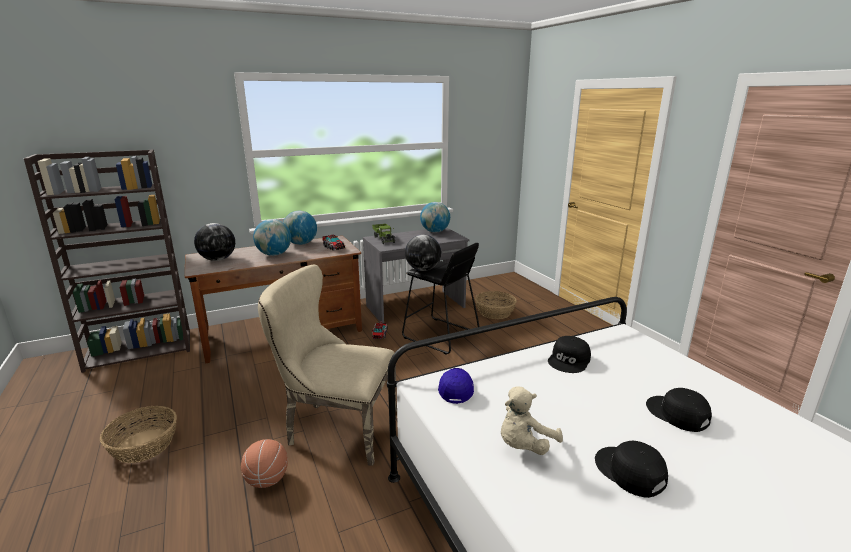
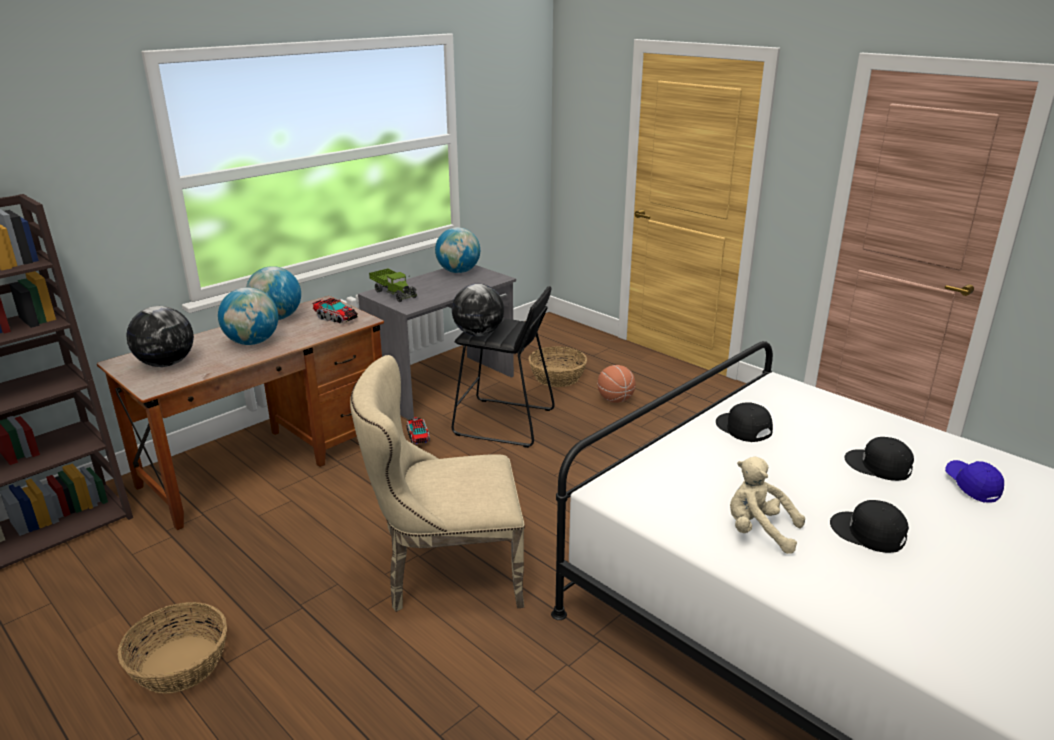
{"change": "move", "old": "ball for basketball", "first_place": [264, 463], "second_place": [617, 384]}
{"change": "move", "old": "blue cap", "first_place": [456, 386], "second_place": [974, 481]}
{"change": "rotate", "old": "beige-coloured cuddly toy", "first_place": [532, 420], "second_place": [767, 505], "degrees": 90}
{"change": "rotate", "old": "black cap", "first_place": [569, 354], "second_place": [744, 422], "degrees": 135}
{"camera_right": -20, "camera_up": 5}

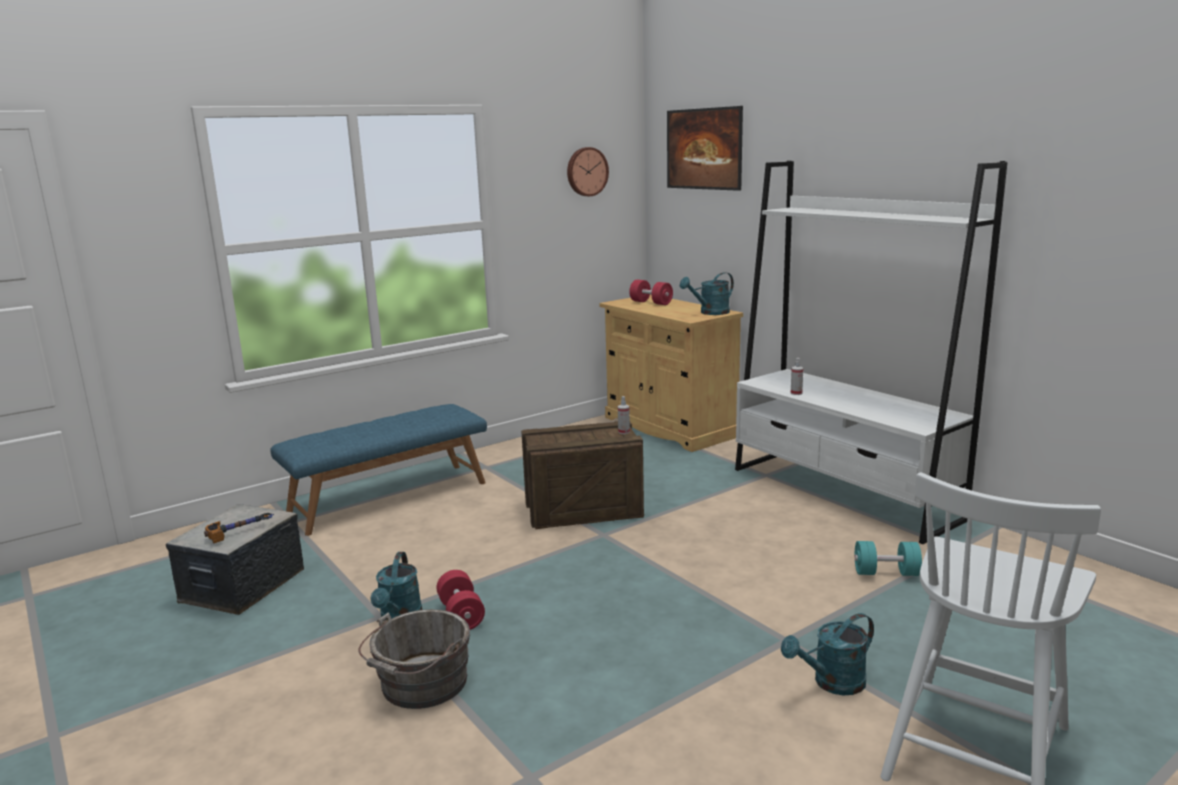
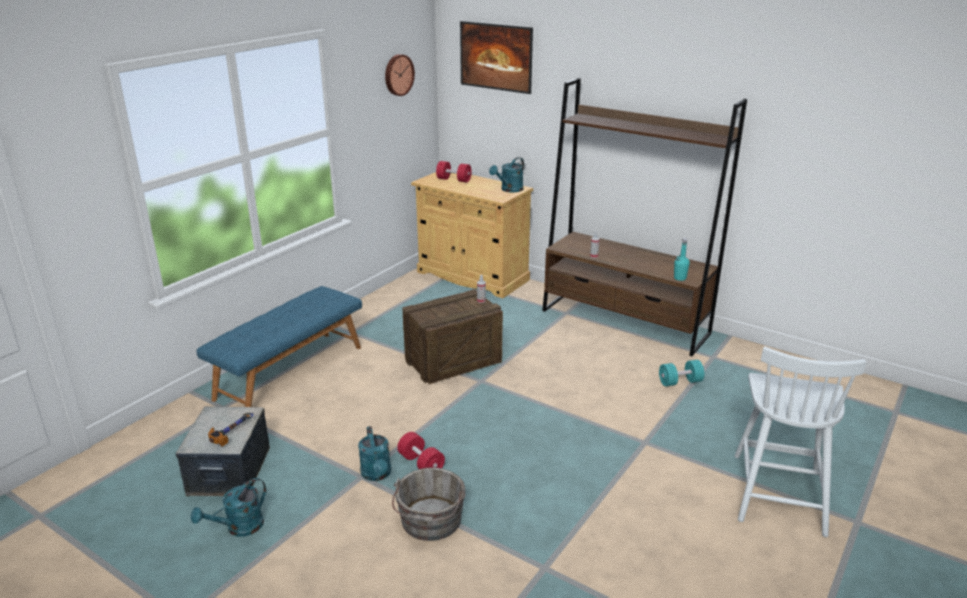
{"change": "insert", "new": "blue-green bottle", "second_place": [682, 259]}
{"change": "move", "old": "blue-green sprinkling can", "first_place": [827, 654], "second_place": [228, 507]}
{"change": "recolor", "old": "white shelving unit", "new": "brown shelving unit", "first_place": [871, 352], "second_place": [644, 217]}
{"camera_right": -20, "camera_up": 10}

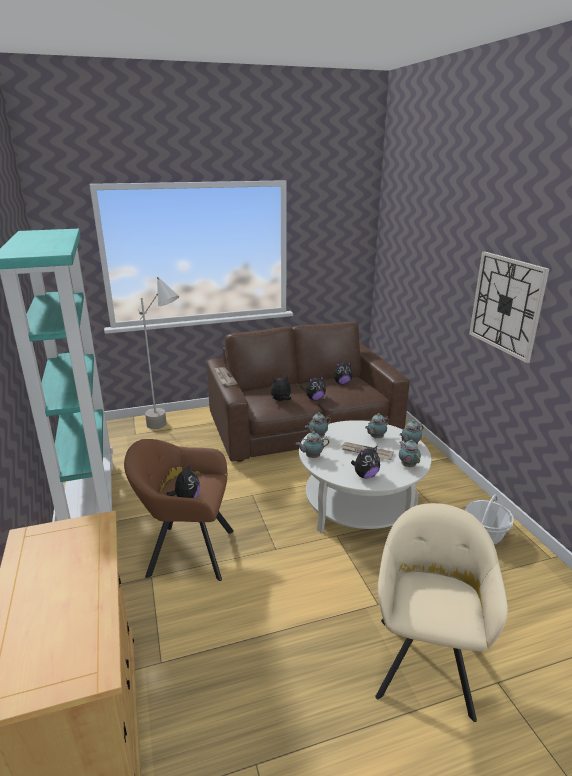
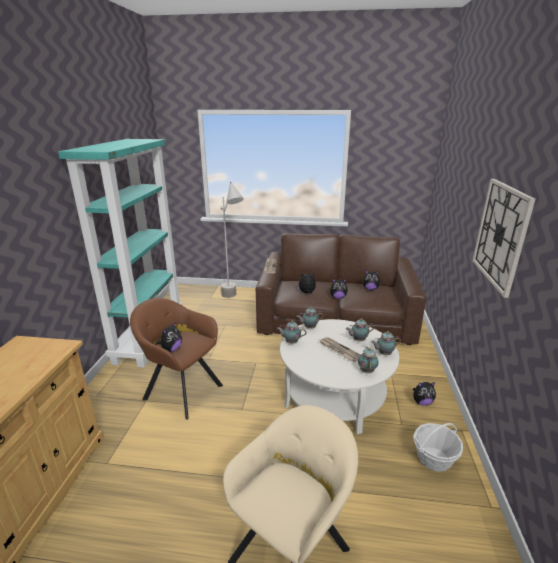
{"change": "move", "old": "cuddly toy", "first_place": [365, 462], "second_place": [424, 394]}
{"camera_right": 25, "camera_up": 0}

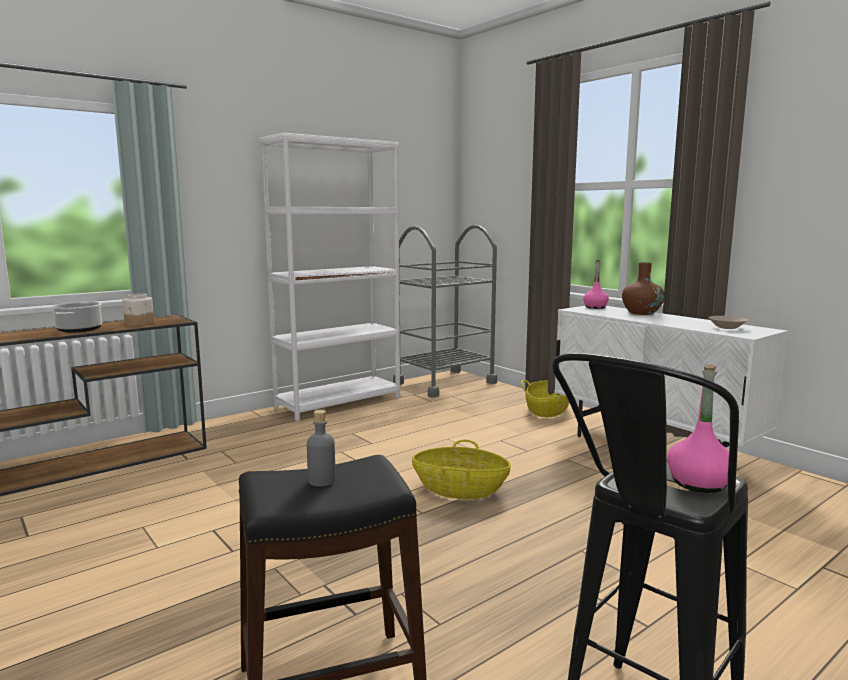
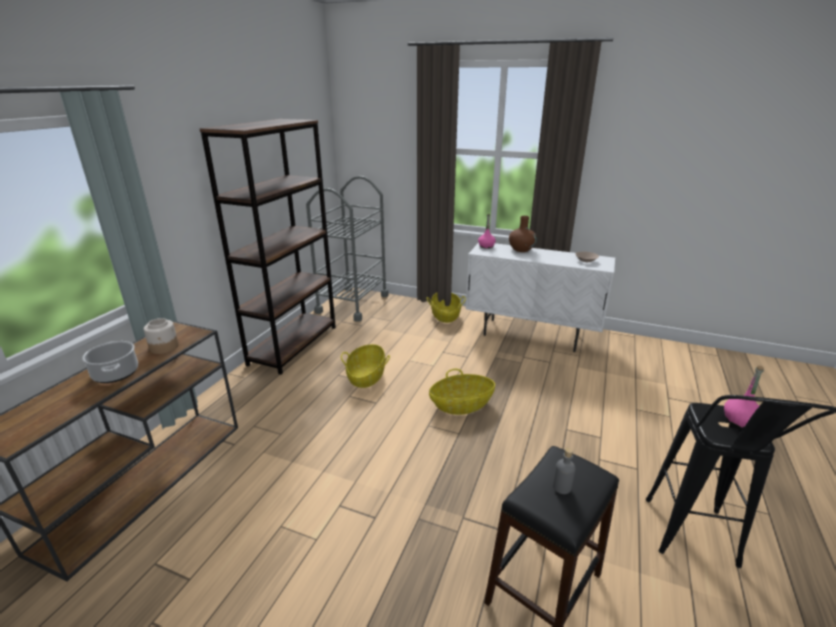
{"change": "insert", "new": "storage basket", "second_place": [365, 366]}
{"change": "recolor", "old": "white shelving unit", "new": "brown shelving unit", "first_place": [329, 277], "second_place": [268, 247]}
{"camera_right": -30, "camera_up": 15}

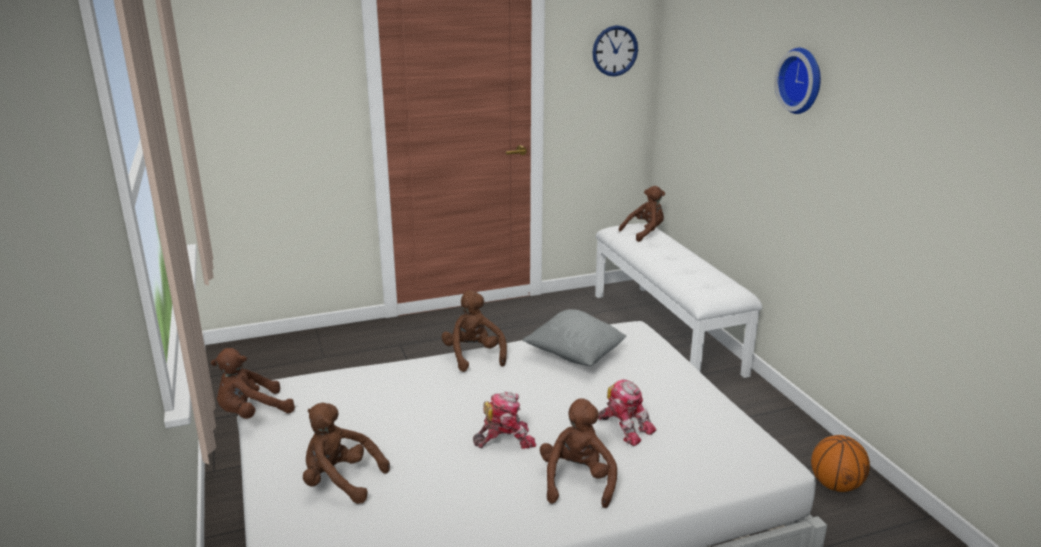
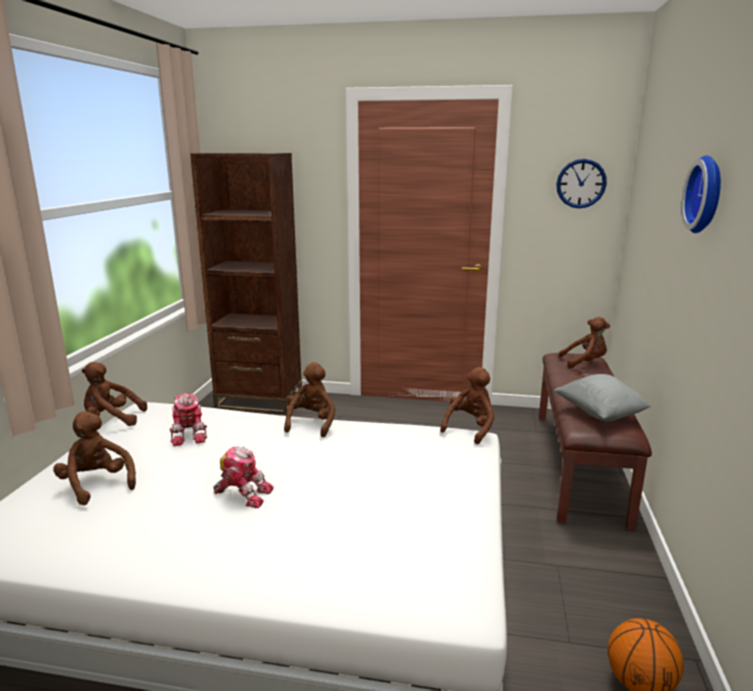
{"change": "insert", "new": "brown shelving unit", "second_place": [246, 283]}
{"change": "move", "old": "grey pillow", "first_place": [575, 337], "second_place": [603, 397]}
{"change": "move", "old": "brown cuddly toy", "first_place": [578, 453], "second_place": [467, 405]}
{"change": "move", "old": "model robot", "first_place": [627, 412], "second_place": [188, 419]}
{"change": "recolor", "old": "white long seat", "new": "brown long seat", "first_place": [679, 300], "second_place": [595, 441]}
{"camera_right": 30, "camera_up": -5}

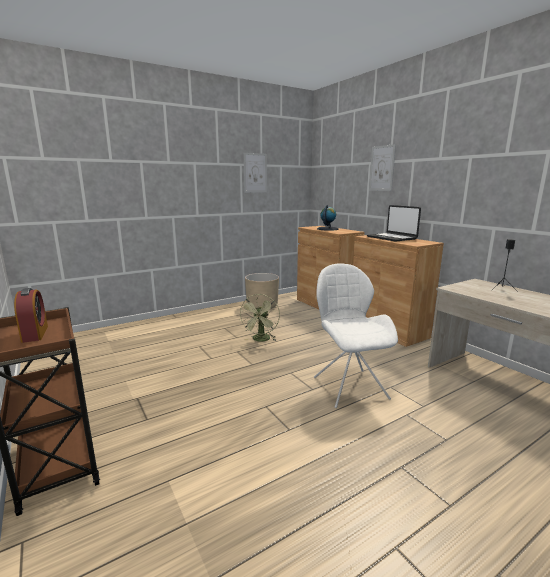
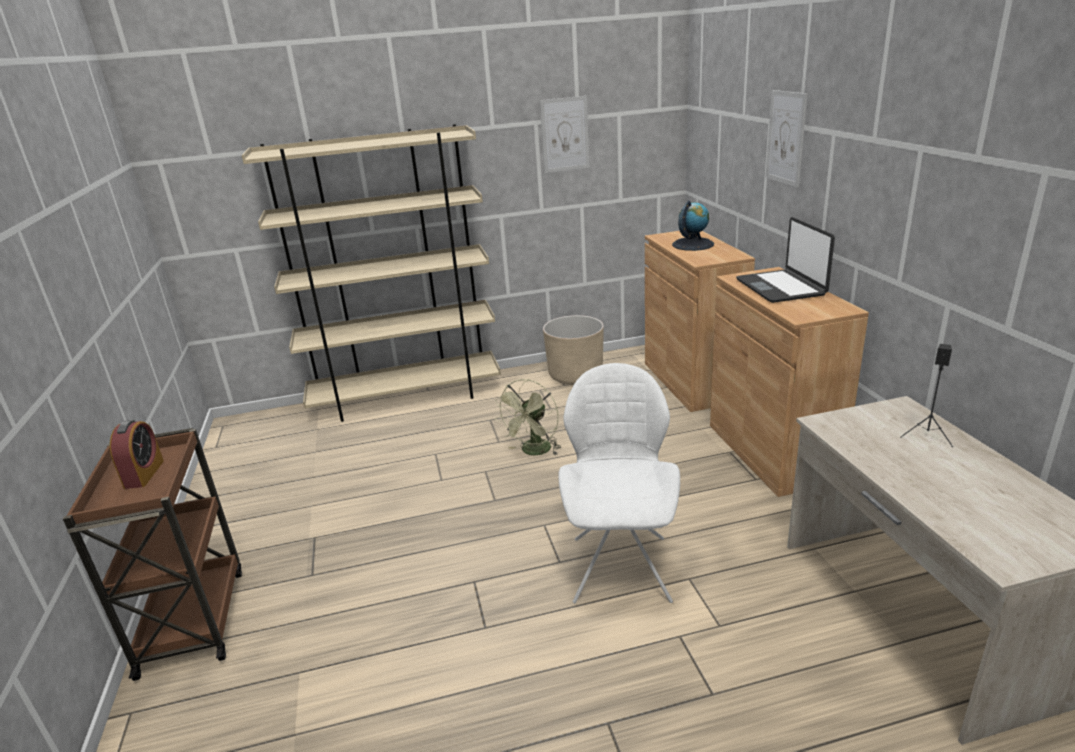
{"change": "insert", "new": "beige-coloured shelving unit", "second_place": [371, 273]}
{"camera_right": 20, "camera_up": 10}

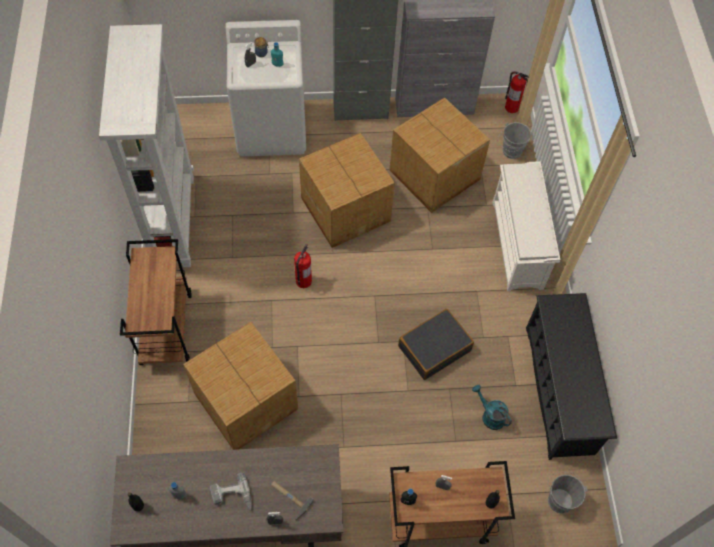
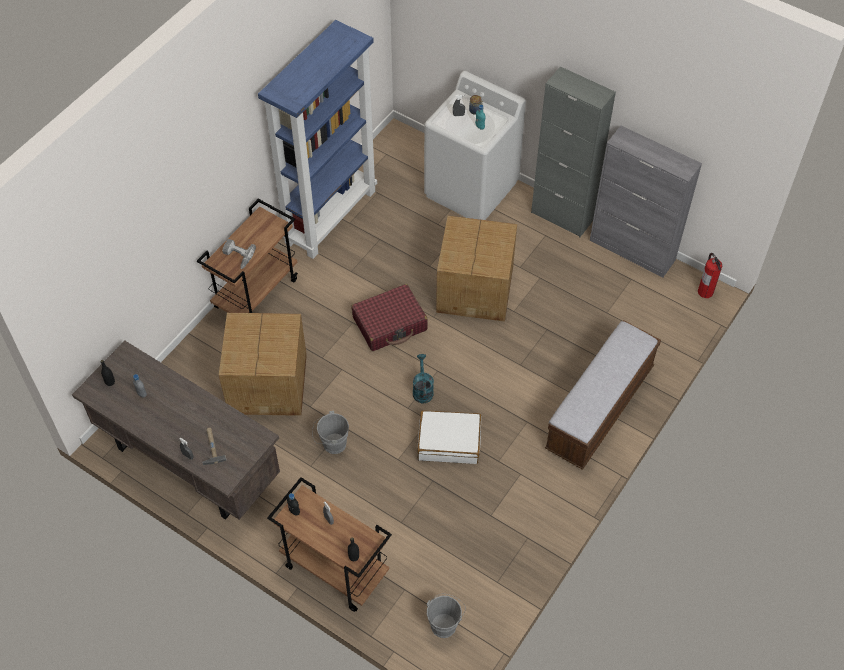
{"change": "delete", "old": "packing box", "first_place": [439, 155]}
{"change": "delete", "old": "black shoe shelf", "first_place": [571, 376]}
{"change": "move", "old": "drill", "first_place": [230, 491], "second_place": [239, 254]}
{"change": "move", "old": "blue-green sprinkling can", "first_place": [492, 407], "second_place": [423, 378]}
{"change": "move", "old": "grey pail", "first_place": [514, 140], "second_place": [330, 432]}
{"change": "replace", "old": "fire-fighting cylinder", "new": "reddish piece of luggage", "first_place": [303, 266], "second_place": [389, 317]}
{"change": "replace", "old": "white shoe shelf", "new": "long seat", "first_place": [526, 226], "second_place": [603, 395]}
{"change": "recolor", "old": "white shelving unit", "new": "blue shelving unit", "first_place": [146, 145], "second_place": [317, 139]}
{"change": "recolor", "old": "black piece of luggage", "new": "white piece of luggage", "first_place": [436, 344], "second_place": [449, 437]}
{"camera_right": 40, "camera_up": -5}

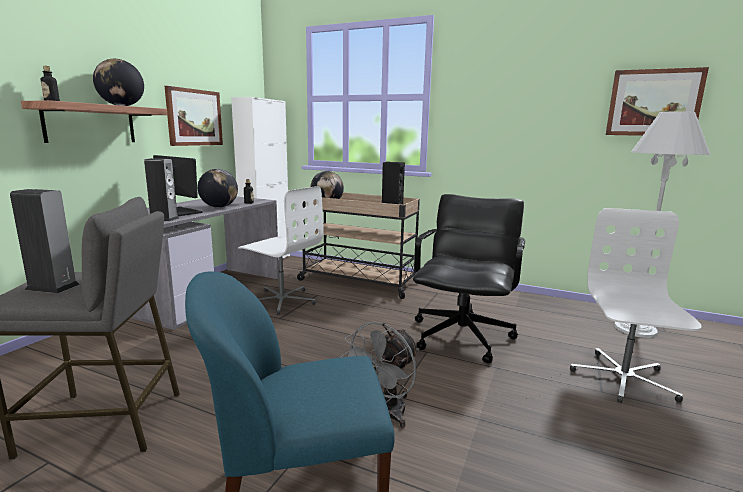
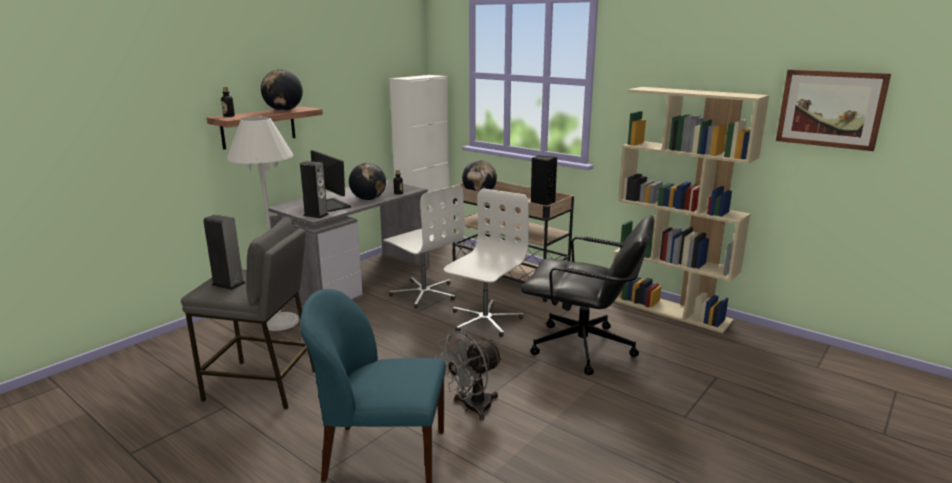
{"change": "delete", "old": "wall picture", "first_place": [194, 116]}
{"change": "insert", "new": "beige-coloured shelving unit", "second_place": [691, 210]}
{"change": "move", "old": "white desk chair", "first_place": [636, 305], "second_place": [486, 262]}
{"change": "move", "old": "white standing lamp", "first_place": [662, 224], "second_place": [262, 224]}
{"change": "rotate", "old": "black desk chair", "first_place": [469, 278], "second_place": [587, 295], "degrees": 75}
{"camera_right": 15, "camera_up": 5}

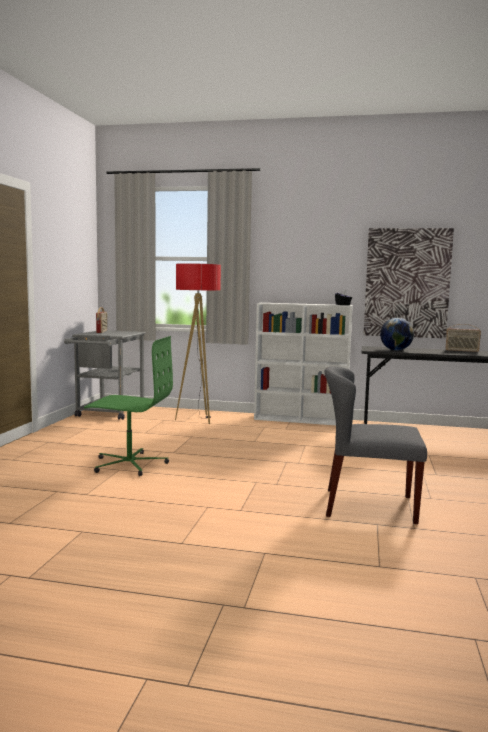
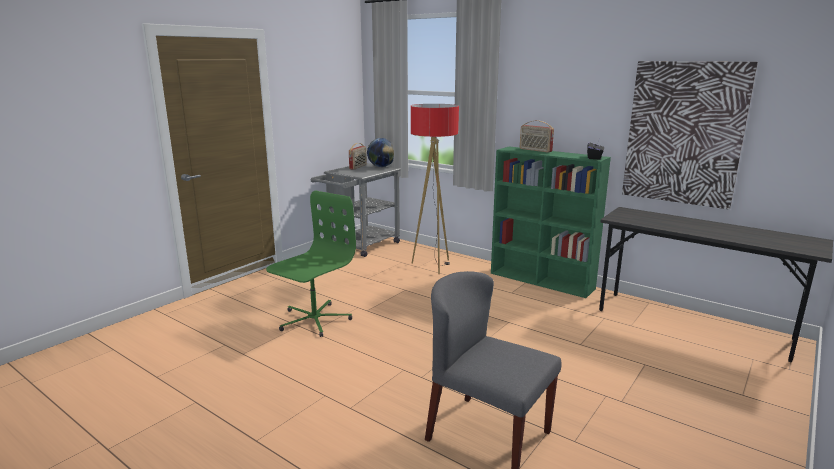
{"change": "move", "old": "world globe", "first_place": [397, 334], "second_place": [380, 152]}
{"change": "move", "old": "radio receiver", "first_place": [463, 338], "second_place": [537, 136]}
{"change": "recolor", "old": "white shelving unit", "new": "greenish shelving unit", "first_place": [303, 364], "second_place": [551, 222]}
{"change": "rotate", "old": "greenish desk chair", "first_place": [128, 406], "second_place": [311, 263], "degrees": -90}
{"camera_right": 25, "camera_up": 10}

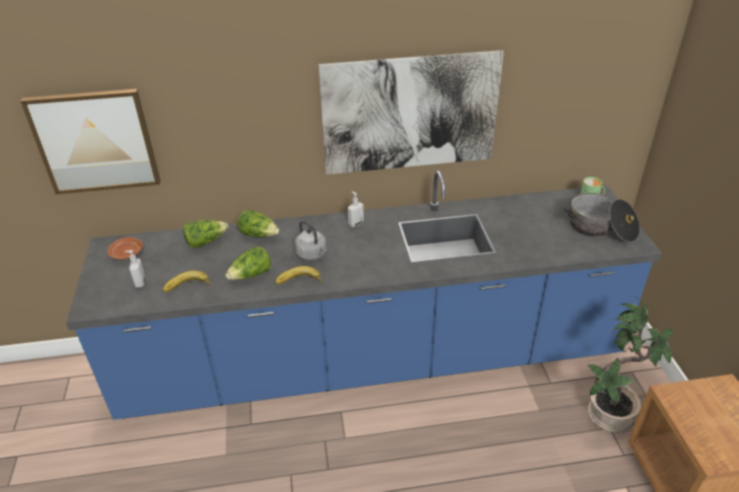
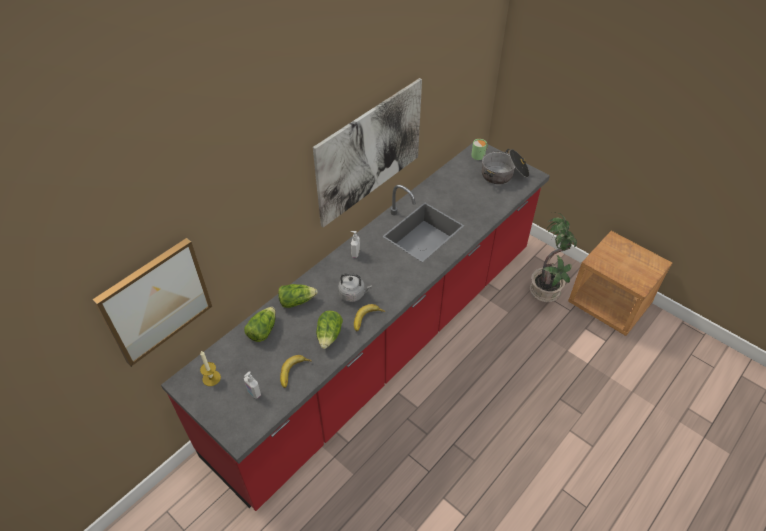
{"change": "replace", "old": "brown dinner plate", "new": "wax light", "first_place": [125, 248], "second_place": [210, 368]}
{"change": "recolor", "old": "blue counter", "new": "reddish counter", "first_place": [364, 295], "second_place": [355, 327]}
{"camera_right": -40, "camera_up": 10}

